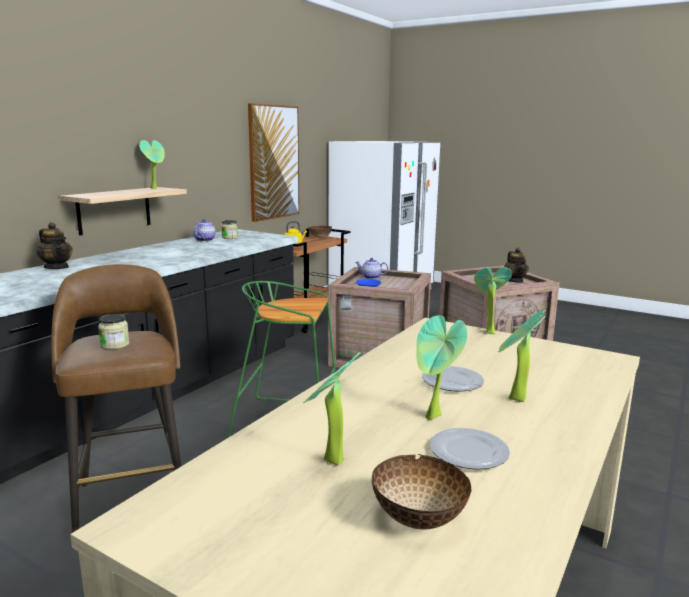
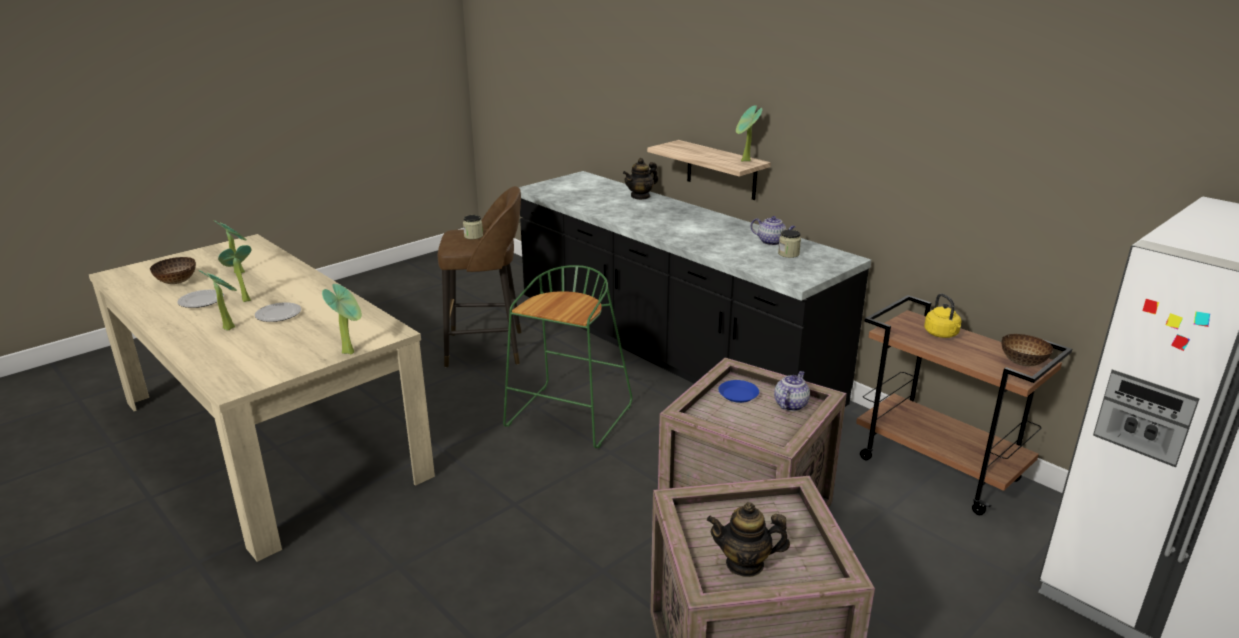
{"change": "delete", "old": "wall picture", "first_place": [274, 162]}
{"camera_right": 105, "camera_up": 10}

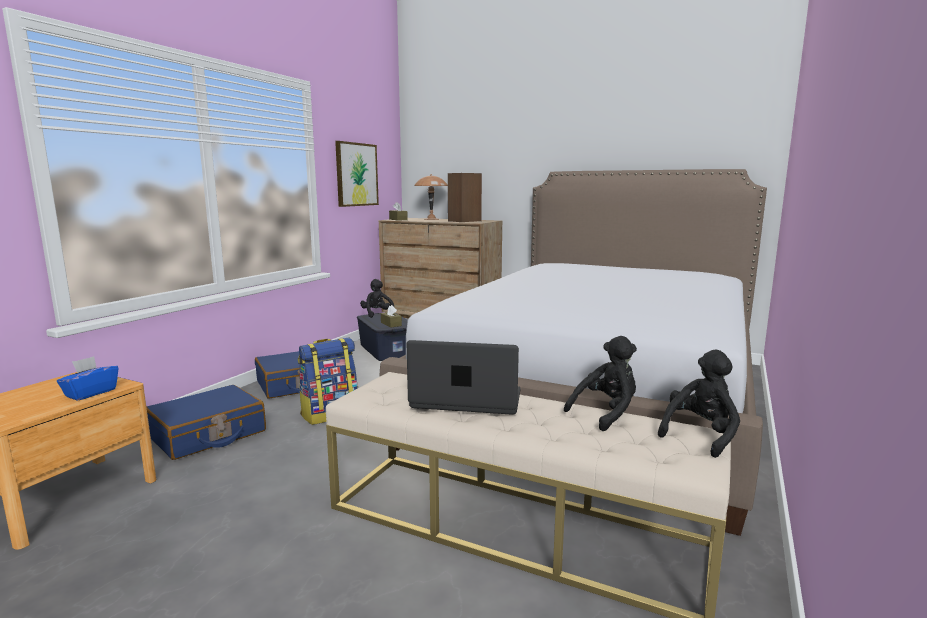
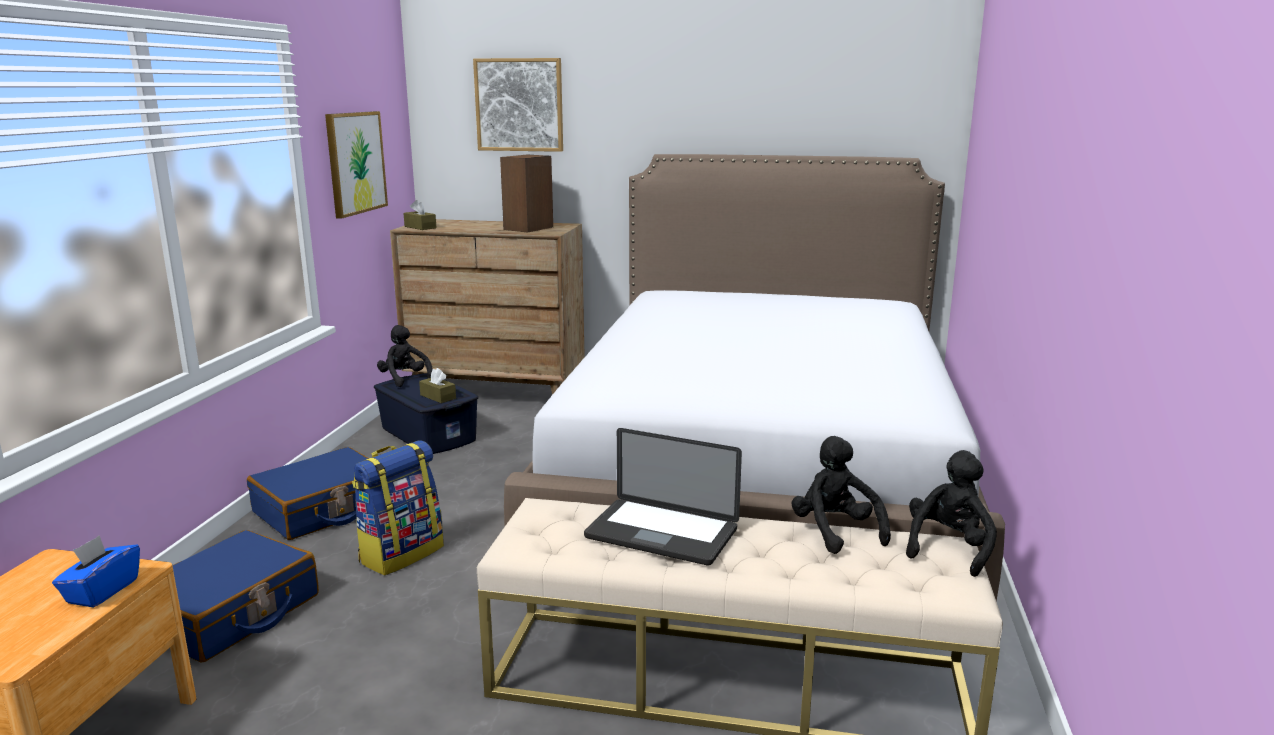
{"change": "delete", "old": "brown tabletop lamp", "first_place": [431, 197]}
{"change": "insert", "new": "wall picture", "second_place": [518, 105]}
{"change": "rotate", "old": "portable computer", "first_place": [464, 377], "second_place": [663, 497], "degrees": -150}
{"change": "rotate", "old": "black cuddly toy", "first_place": [600, 383], "second_place": [841, 495], "degrees": -60}
{"camera_right": -15, "camera_up": 5}

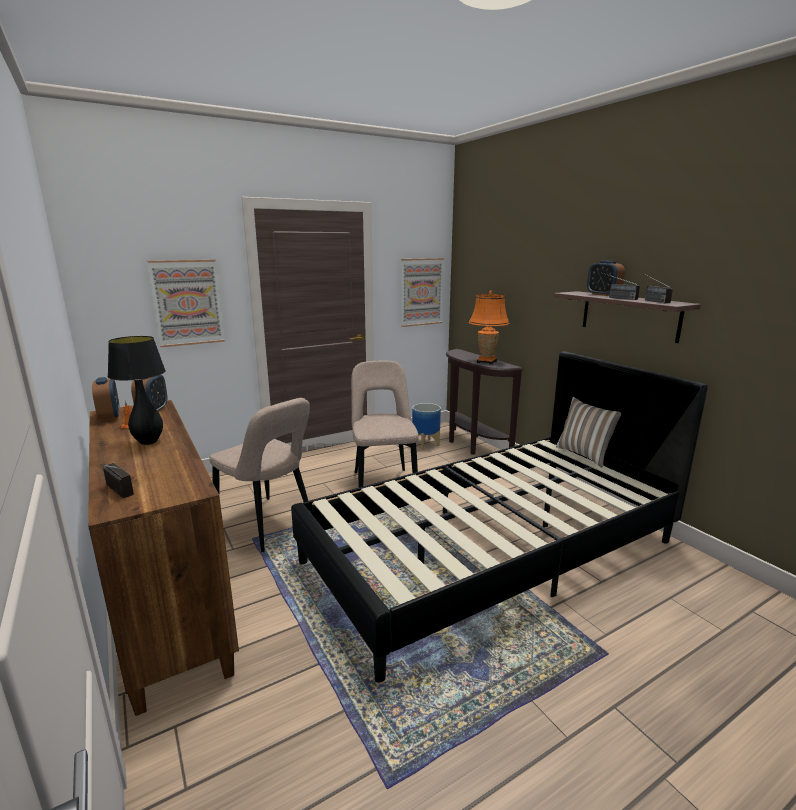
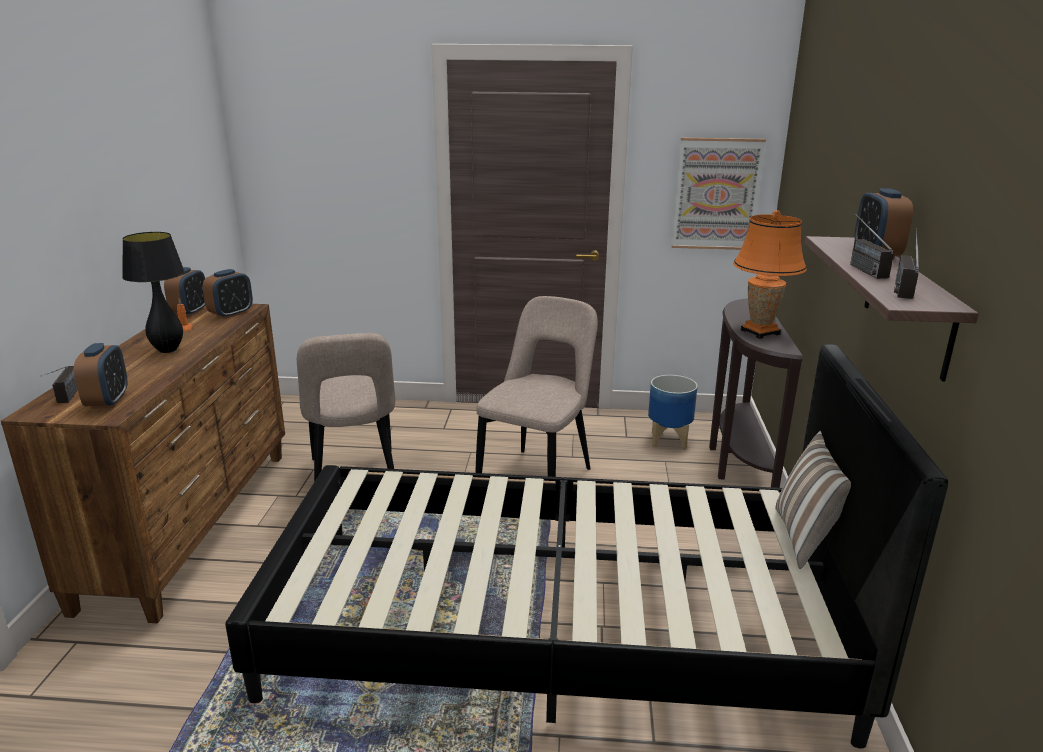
{"change": "delete", "old": "wall picture", "first_place": [186, 303]}
{"change": "insert", "new": "bedside clock", "second_place": [101, 376]}
{"camera_right": 35, "camera_up": 5}

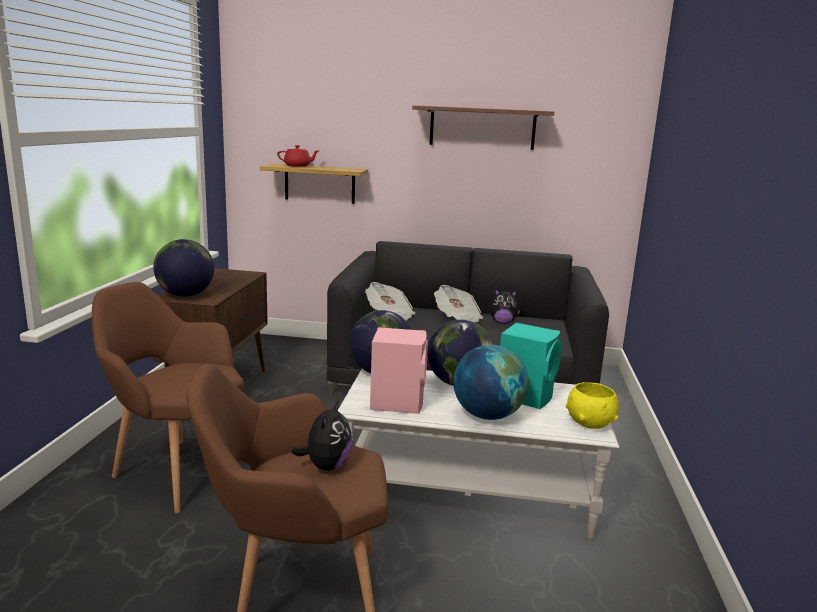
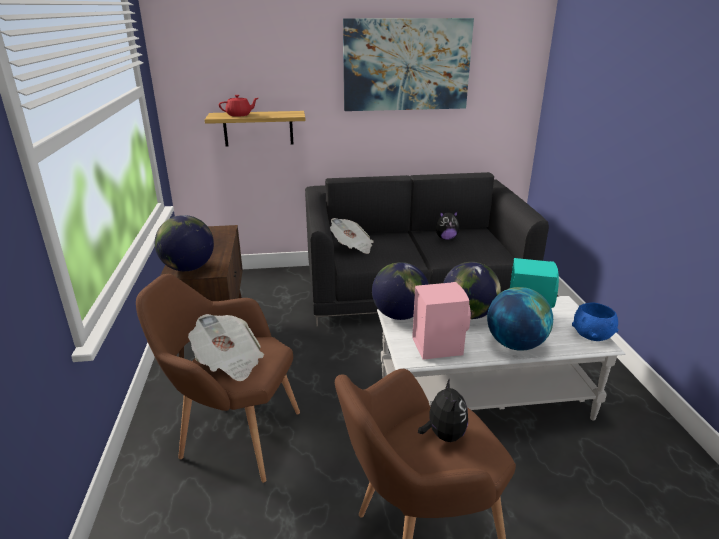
{"change": "move", "old": "daily paper", "first_place": [458, 304], "second_place": [226, 347]}
{"change": "replace", "old": "shelf", "new": "wall picture", "first_place": [483, 127], "second_place": [408, 64]}
{"change": "recolor", "old": "yellow serving bowl", "new": "blue serving bowl", "first_place": [592, 405], "second_place": [595, 321]}
{"camera_right": -15, "camera_up": 10}

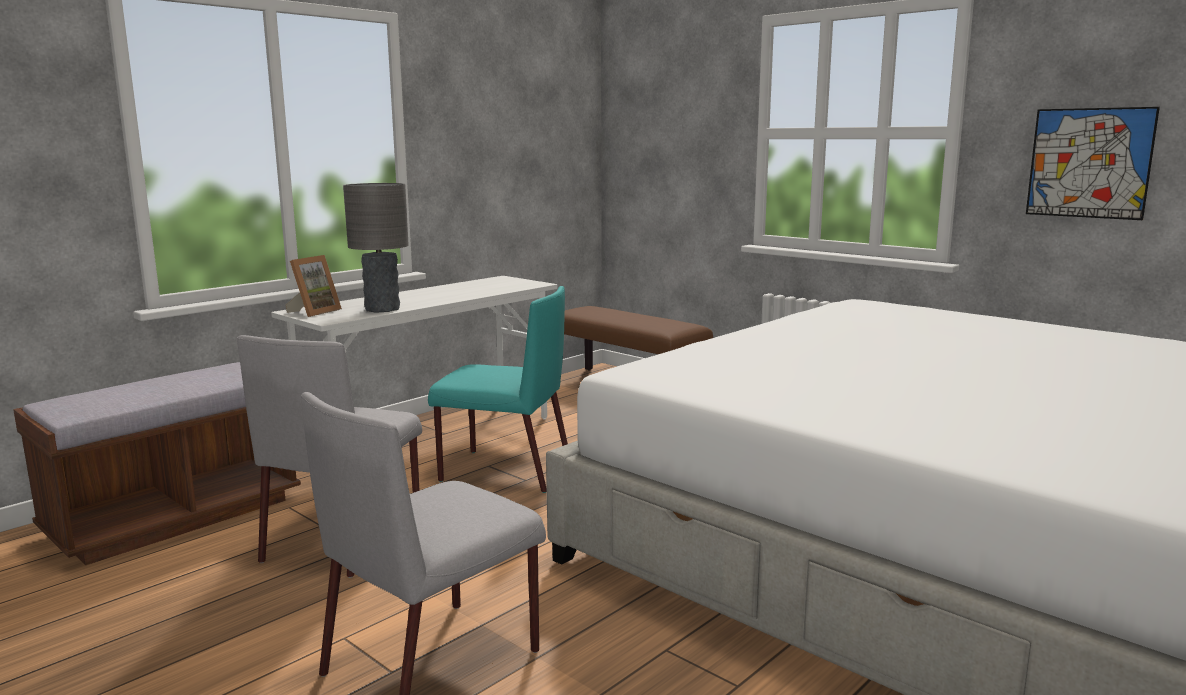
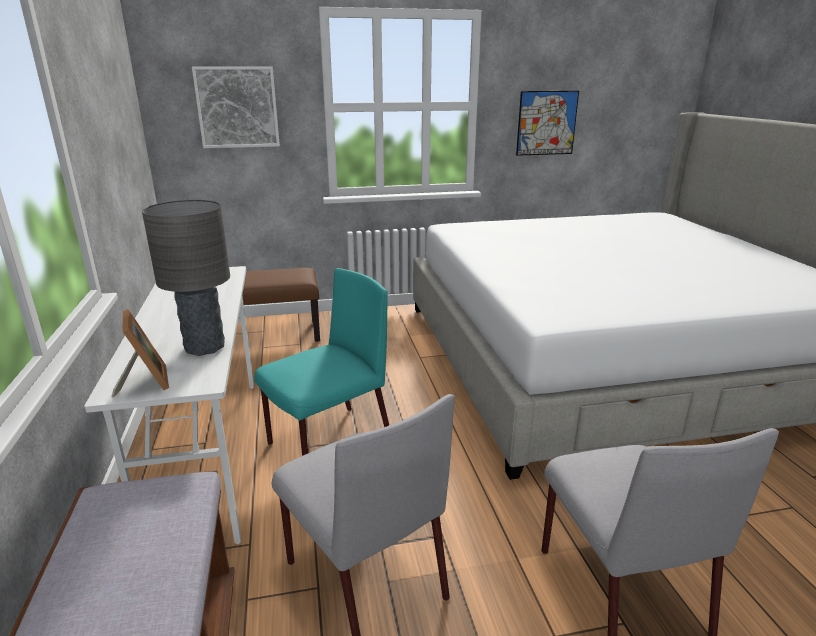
{"change": "insert", "new": "wall picture", "second_place": [236, 107]}
{"camera_right": -55, "camera_up": 10}

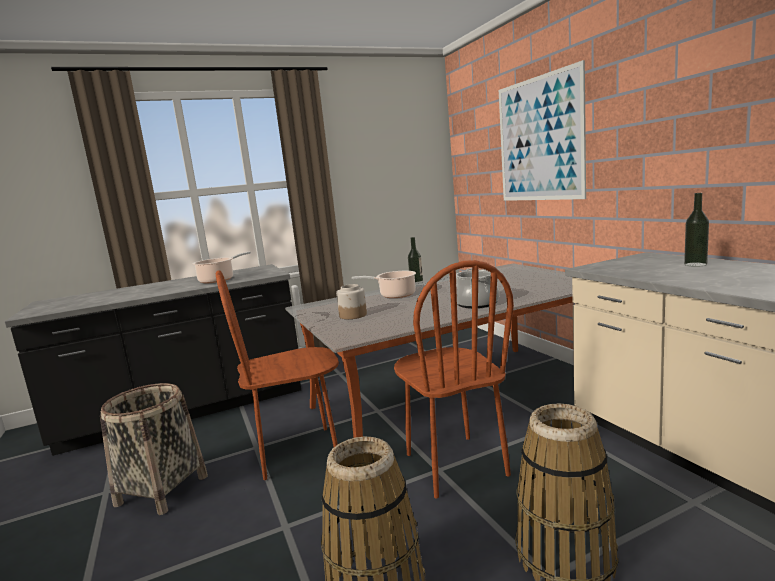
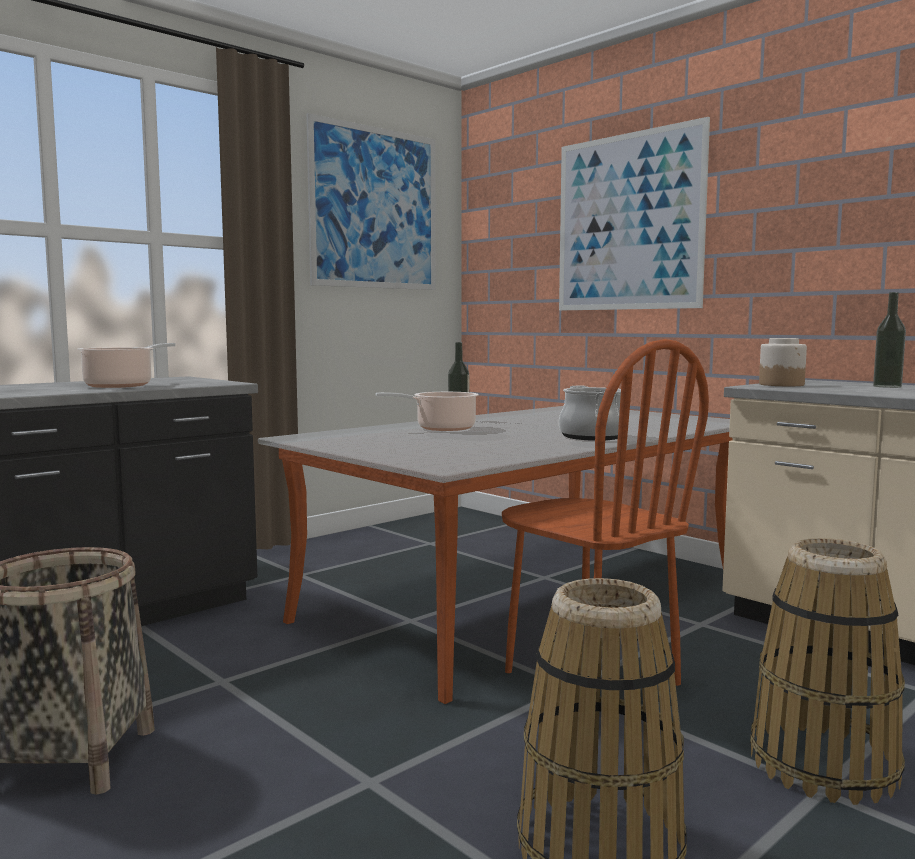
{"change": "delete", "old": "brown upright chair", "first_place": [277, 375]}
{"change": "insert", "new": "wall picture", "second_place": [371, 201]}
{"change": "move", "old": "storage jar", "first_place": [351, 301], "second_place": [783, 362]}
{"camera_right": -20, "camera_up": -5}

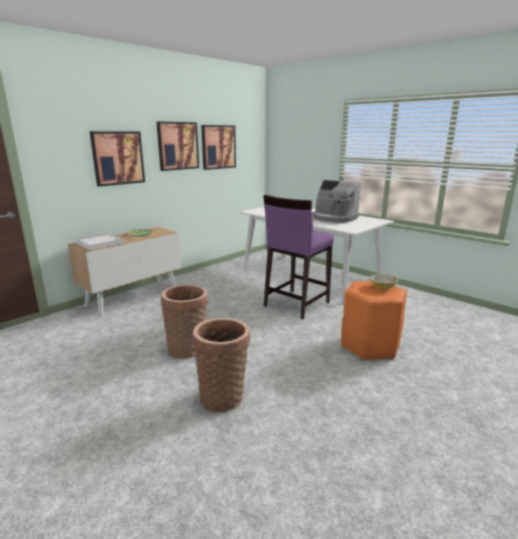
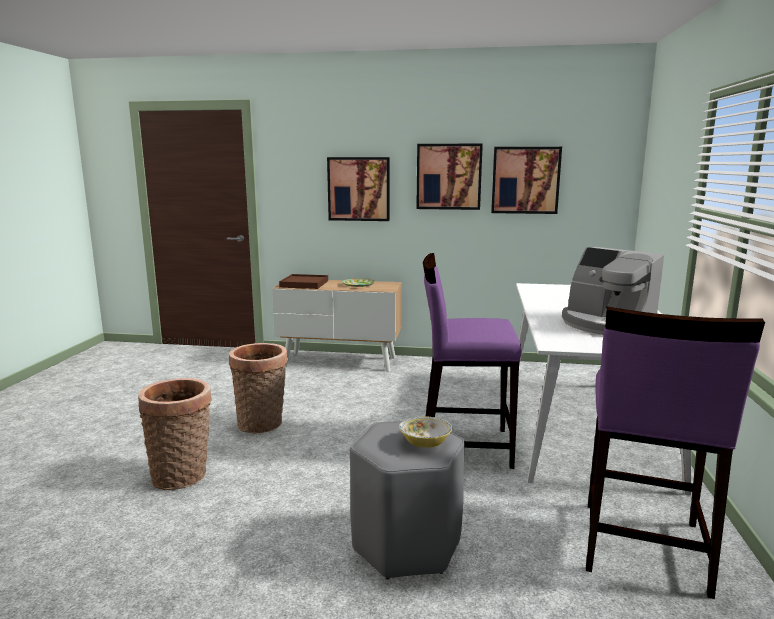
{"change": "insert", "new": "purple-coloured stool", "second_place": [675, 453]}
{"change": "recolor", "old": "white tray", "new": "brown tray", "first_place": [100, 241], "second_place": [303, 281]}
{"change": "recolor", "old": "orange-coloured stool", "new": "grey stool", "first_place": [374, 320], "second_place": [407, 500]}
{"change": "rotate", "old": "coffee machine", "first_place": [337, 201], "second_place": [613, 291], "degrees": -45}
{"camera_right": 55, "camera_up": -5}

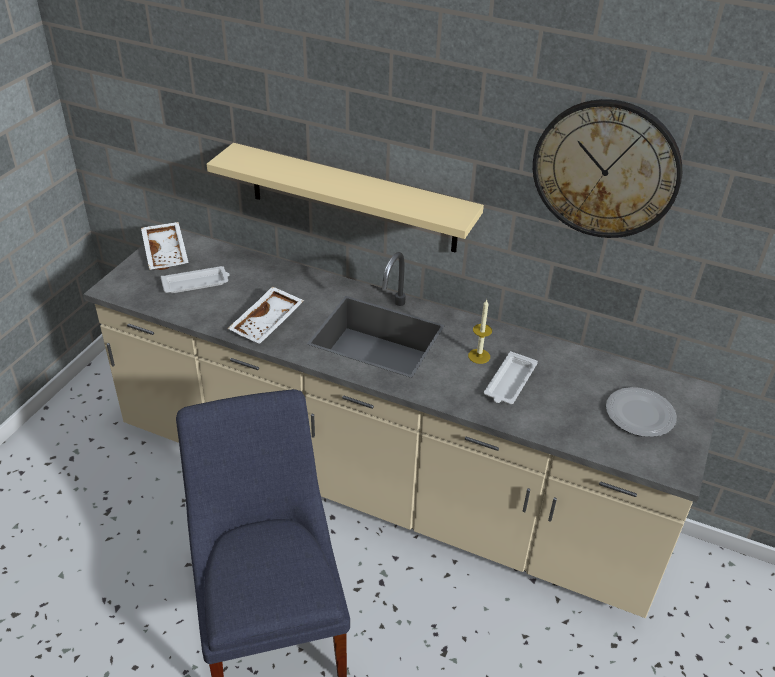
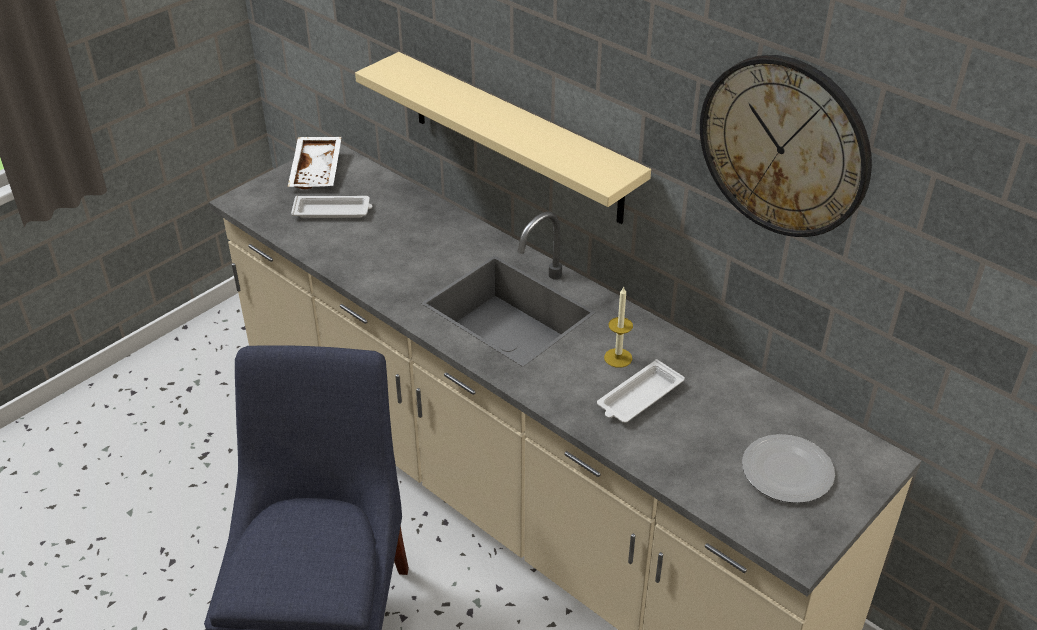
{"change": "delete", "old": "white tray", "first_place": [265, 315]}
{"camera_right": 20, "camera_up": 0}

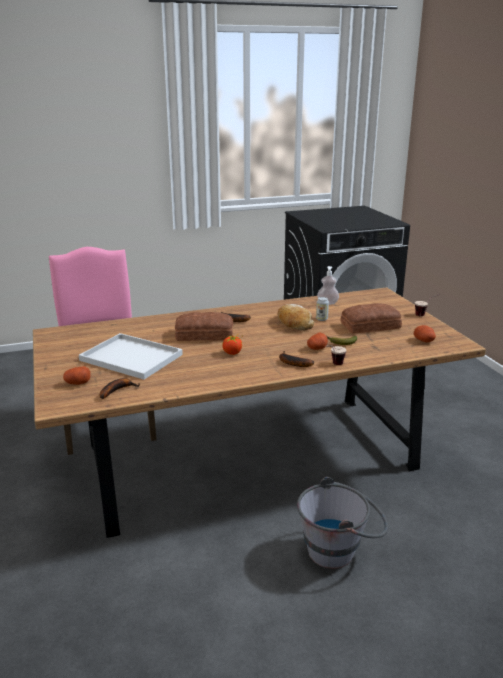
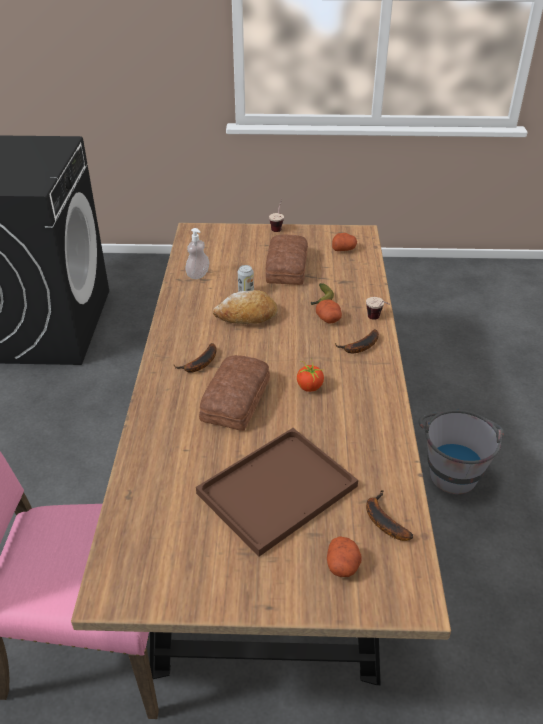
{"change": "recolor", "old": "white tray", "new": "brown tray", "first_place": [131, 356], "second_place": [277, 492]}
{"camera_right": -70, "camera_up": 15}

